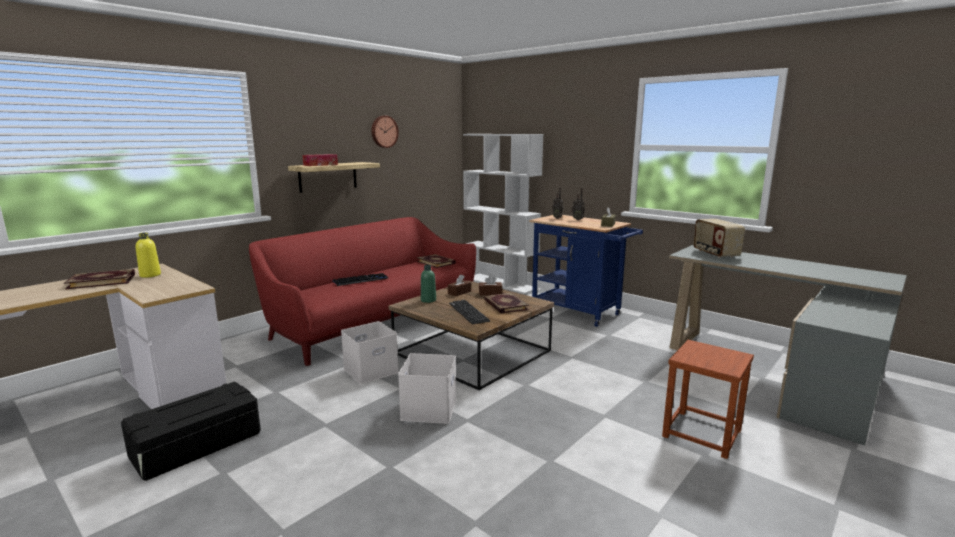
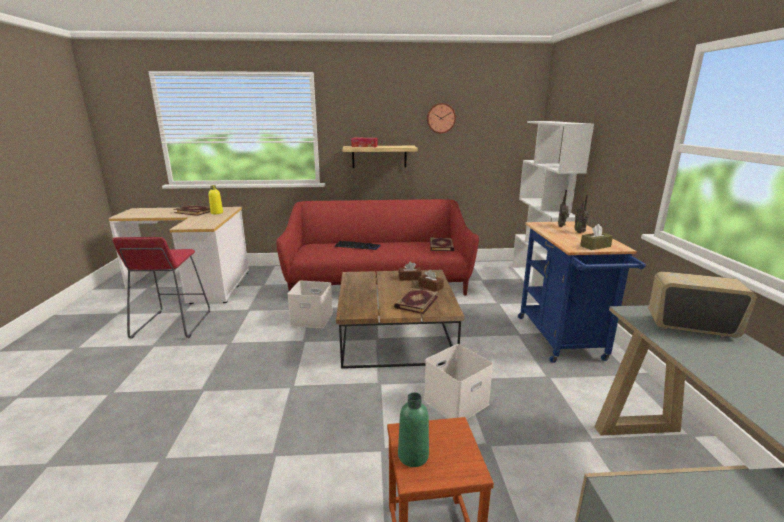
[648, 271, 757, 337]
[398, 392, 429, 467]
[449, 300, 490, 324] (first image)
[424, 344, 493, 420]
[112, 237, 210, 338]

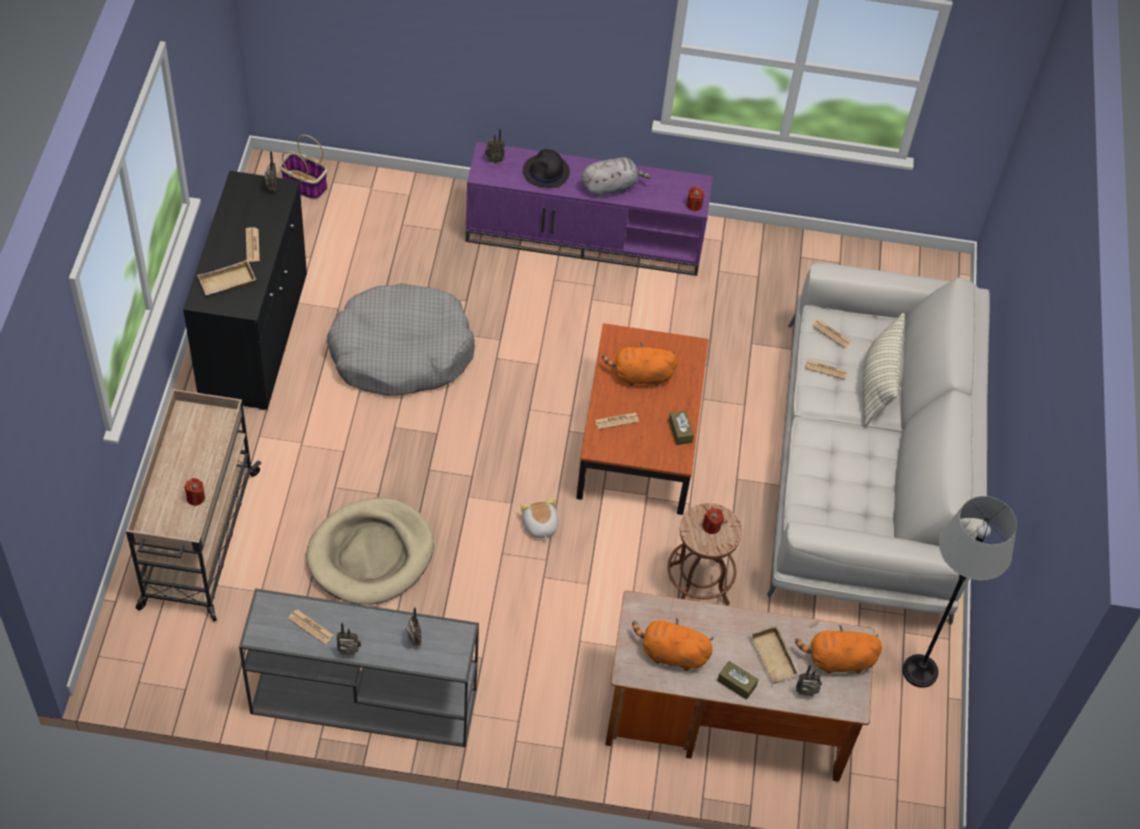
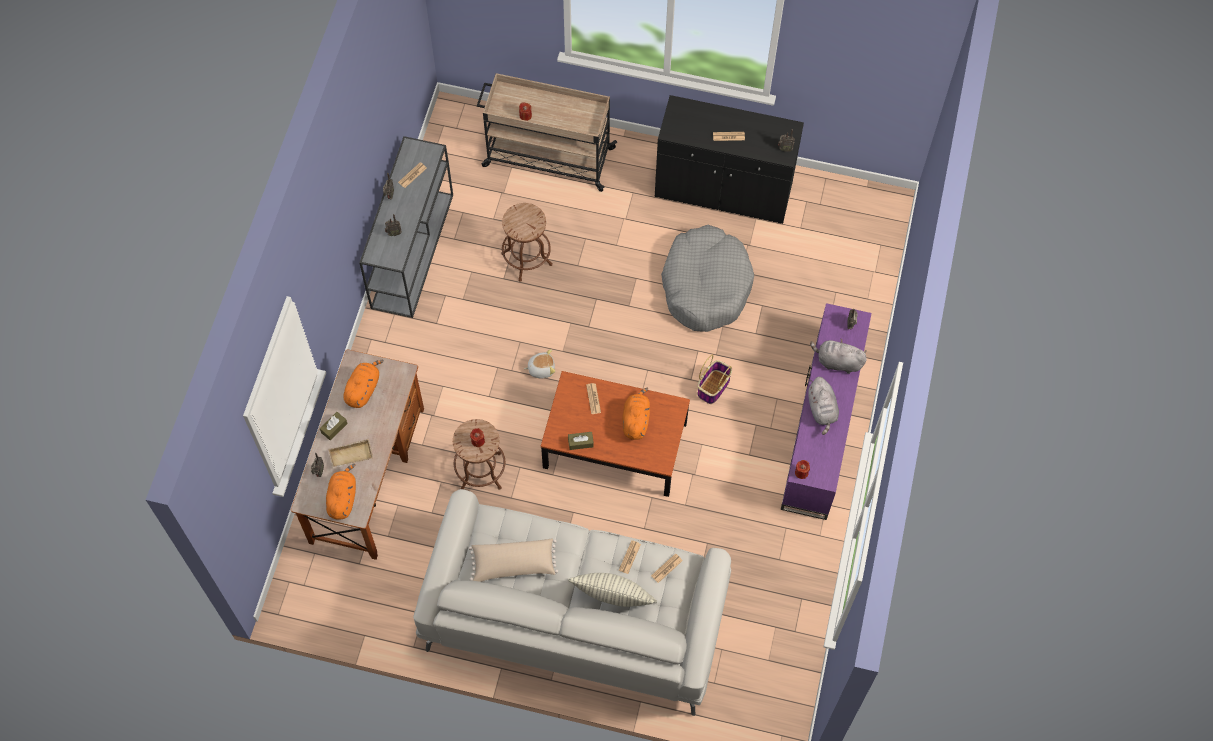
[697, 354, 732, 404]
[810, 338, 867, 374]
[197, 260, 256, 295] (first image)
[902, 496, 1017, 688] (first image)
[501, 203, 553, 282]
[469, 539, 558, 582]

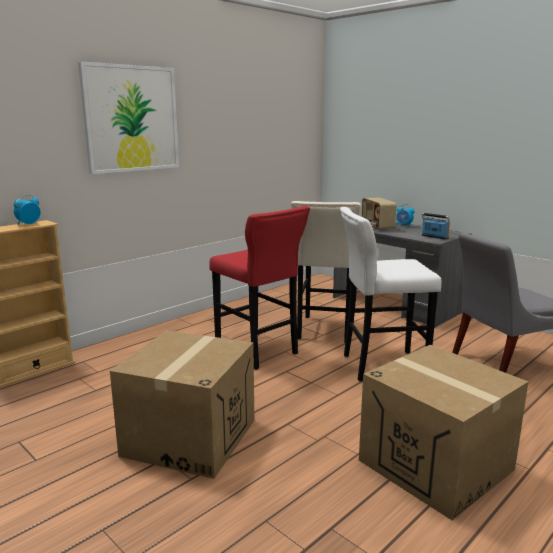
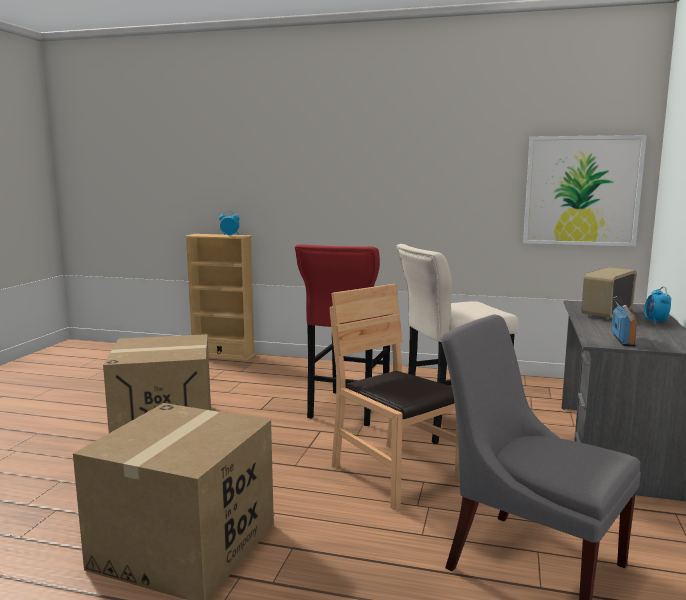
[523, 135, 647, 246]
[330, 284, 460, 511]

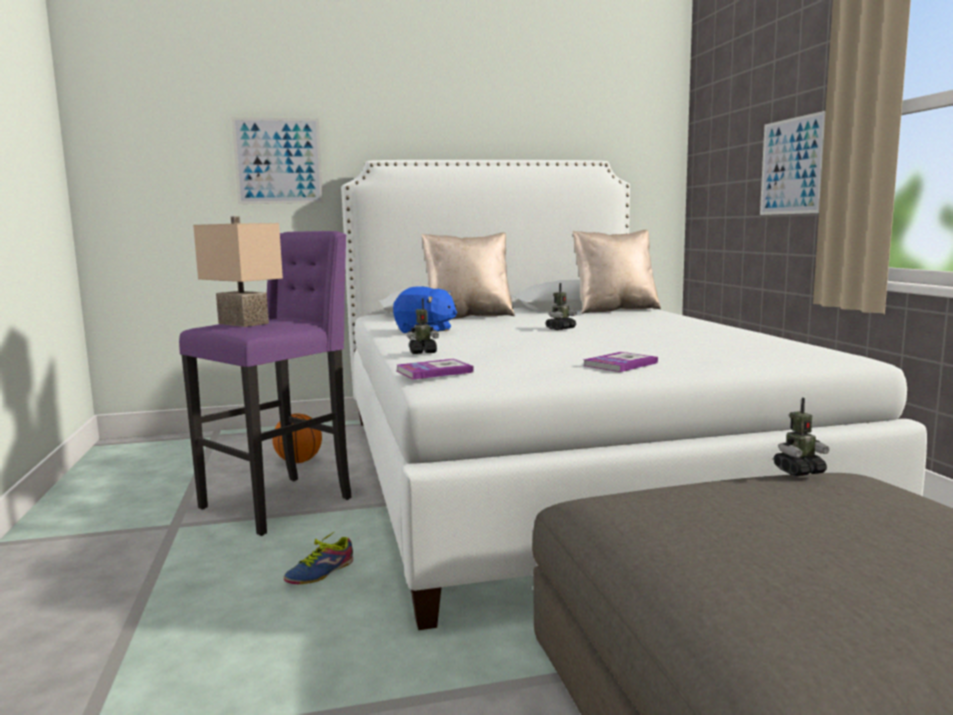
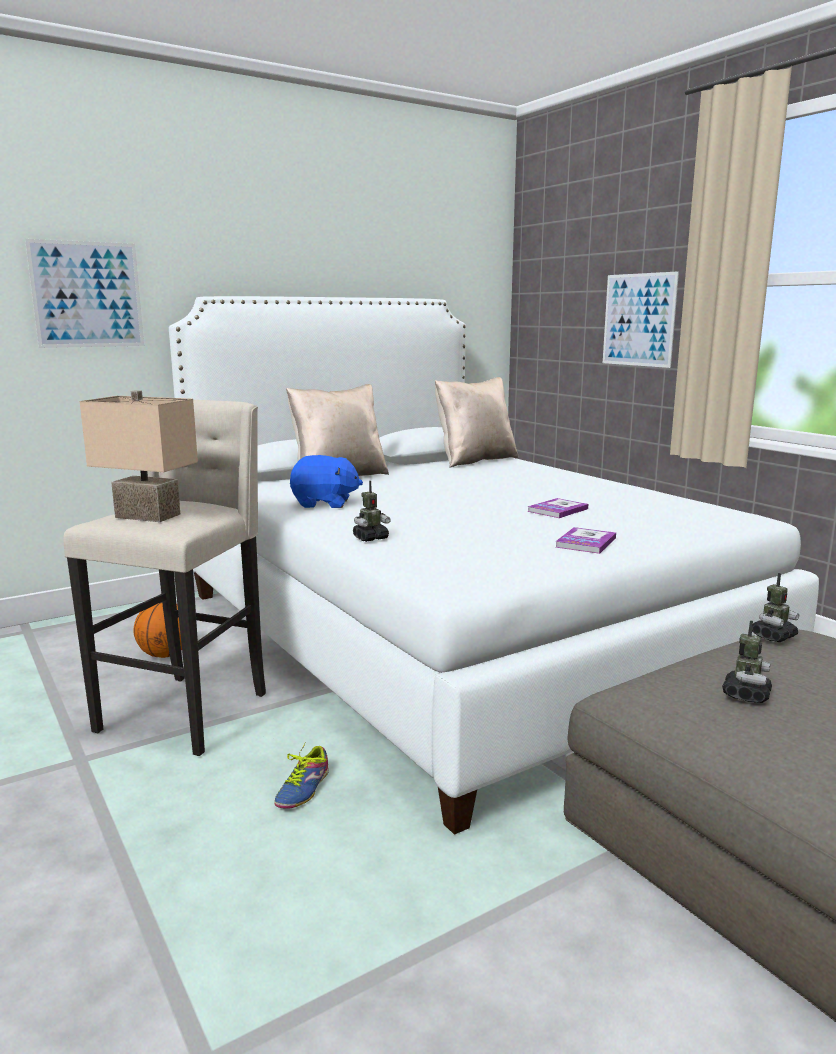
[63, 400, 266, 756]
[722, 620, 772, 703]
[527, 498, 588, 518]

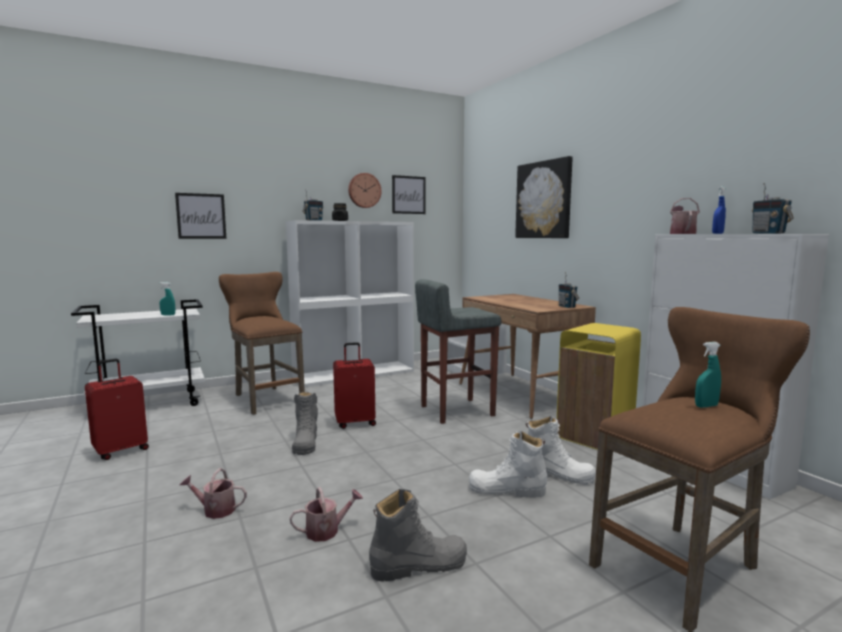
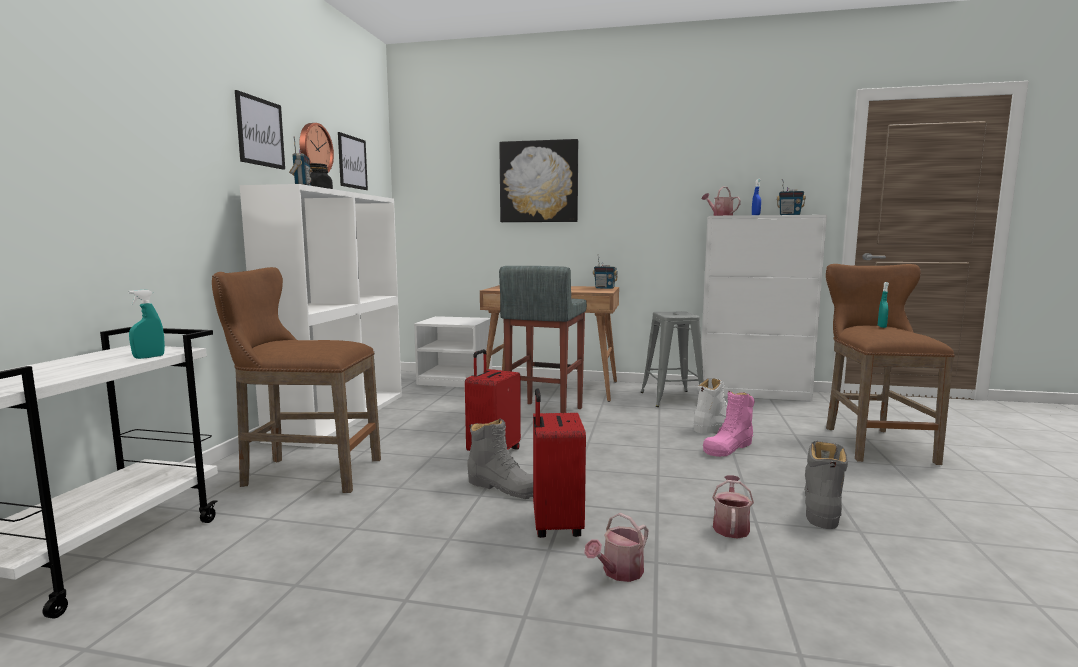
[235, 90, 285, 170]
[641, 311, 704, 407]
[533, 388, 586, 538]
[703, 390, 755, 457]

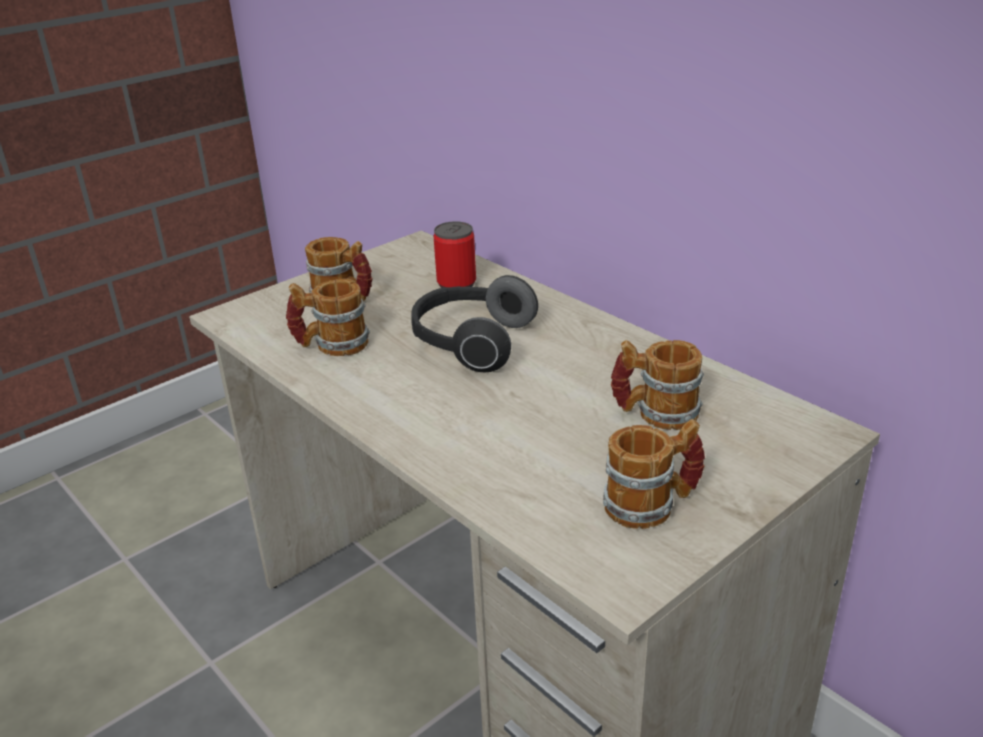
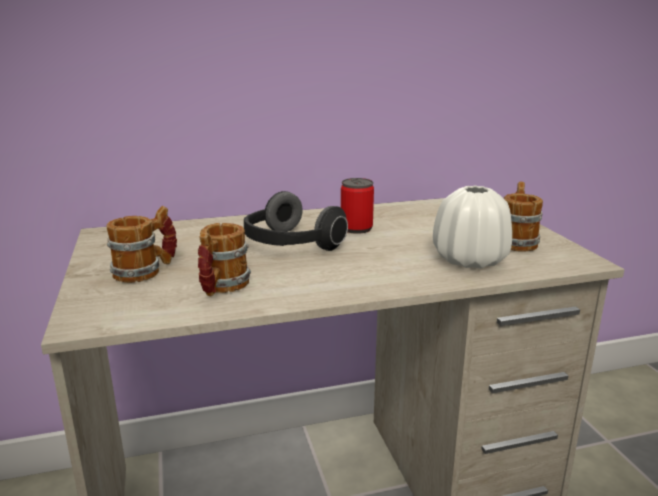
[341, 178, 374, 234]
[611, 340, 704, 430] (first image)
[433, 186, 512, 269]

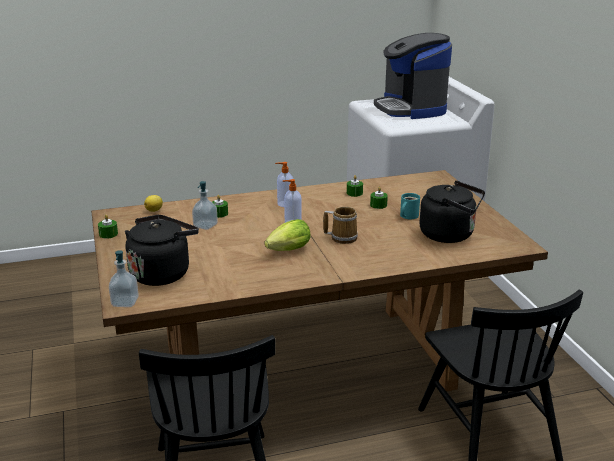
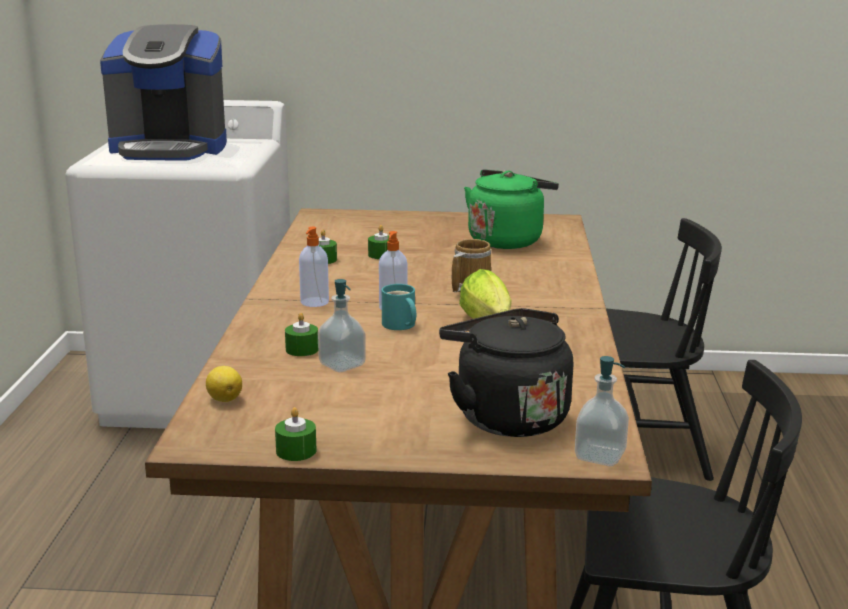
[464, 169, 559, 249]
[382, 284, 416, 330]

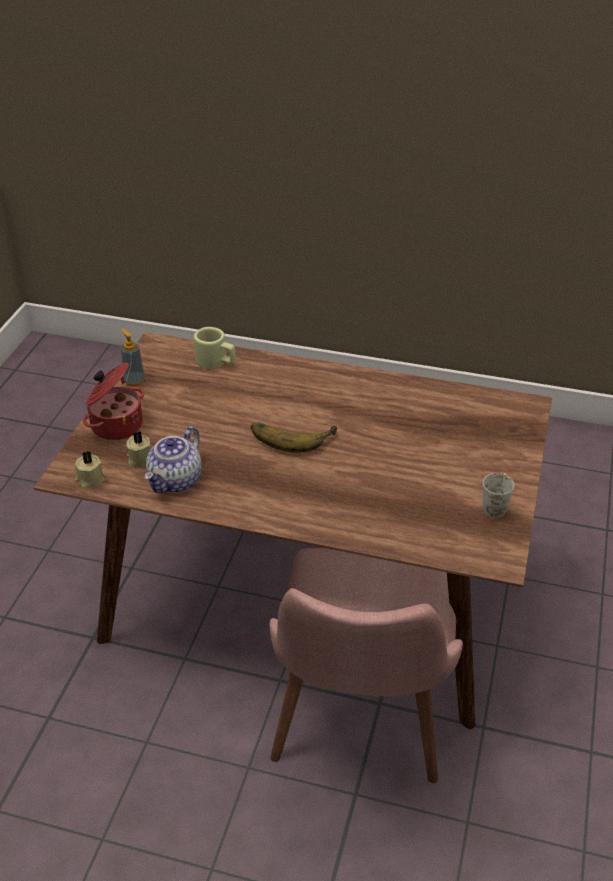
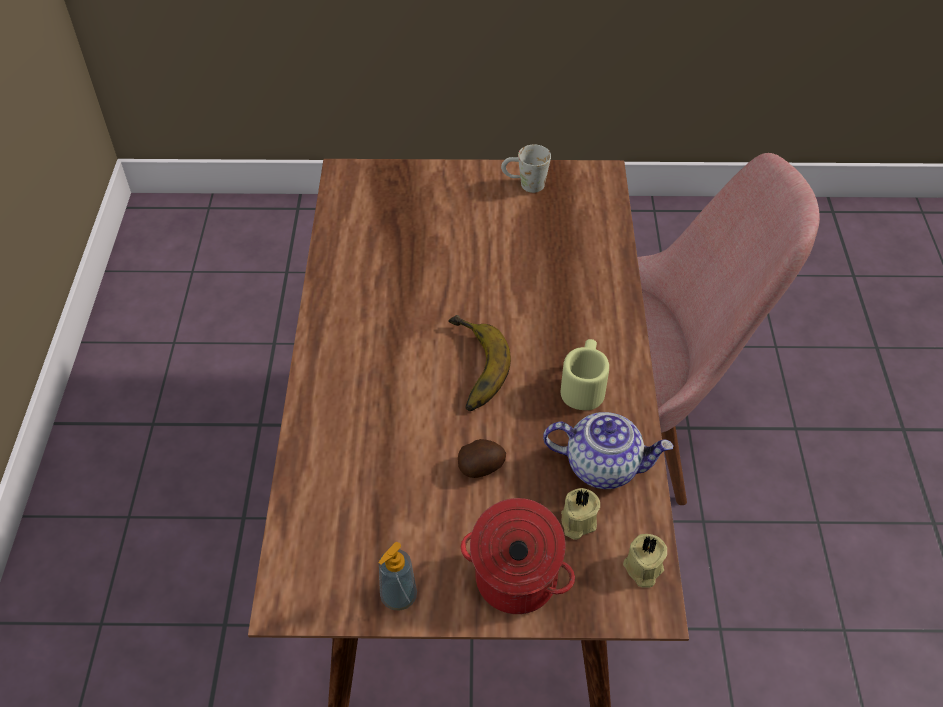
[560, 339, 609, 410]
[458, 439, 506, 478]

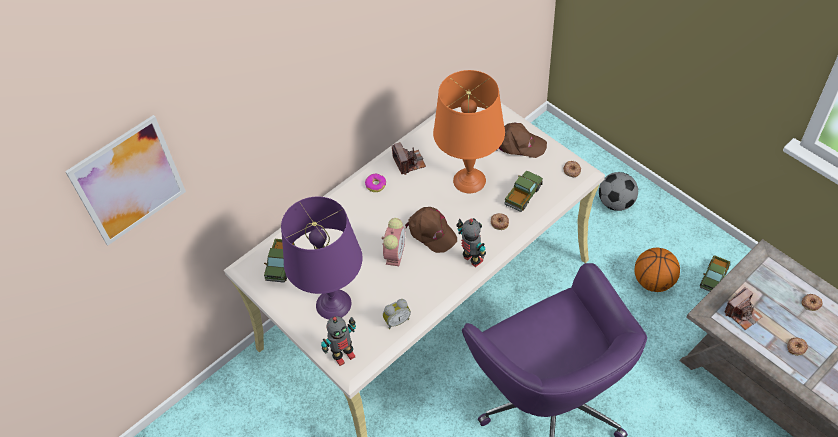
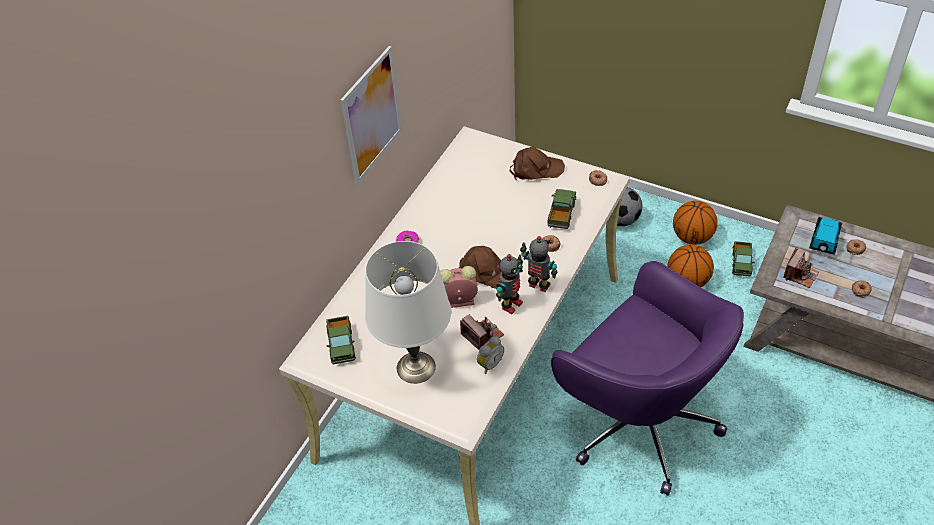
[433, 70, 505, 193] (first image)
[340, 46, 402, 184]
[460, 315, 504, 350]
[365, 241, 451, 384]
[440, 266, 478, 308]
[496, 254, 523, 314]
[673, 201, 718, 245]
[809, 217, 842, 255]

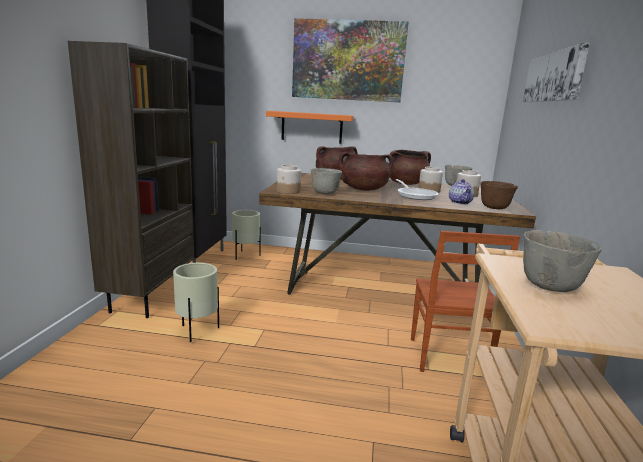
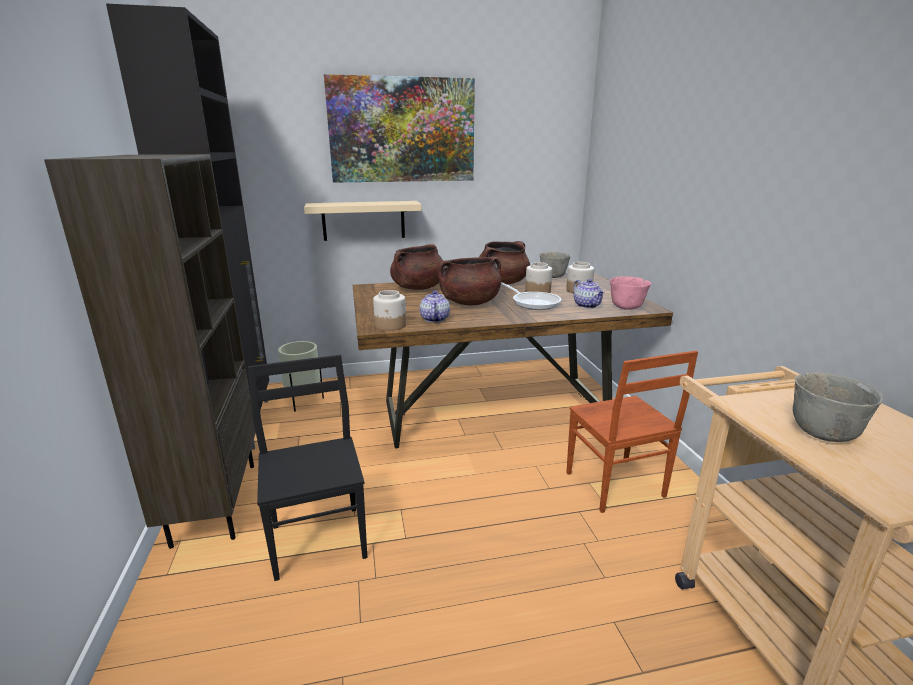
[523, 43, 590, 102] (first image)
[304, 201, 422, 241]
[420, 291, 450, 323]
[610, 276, 651, 310]
[248, 355, 367, 581]

